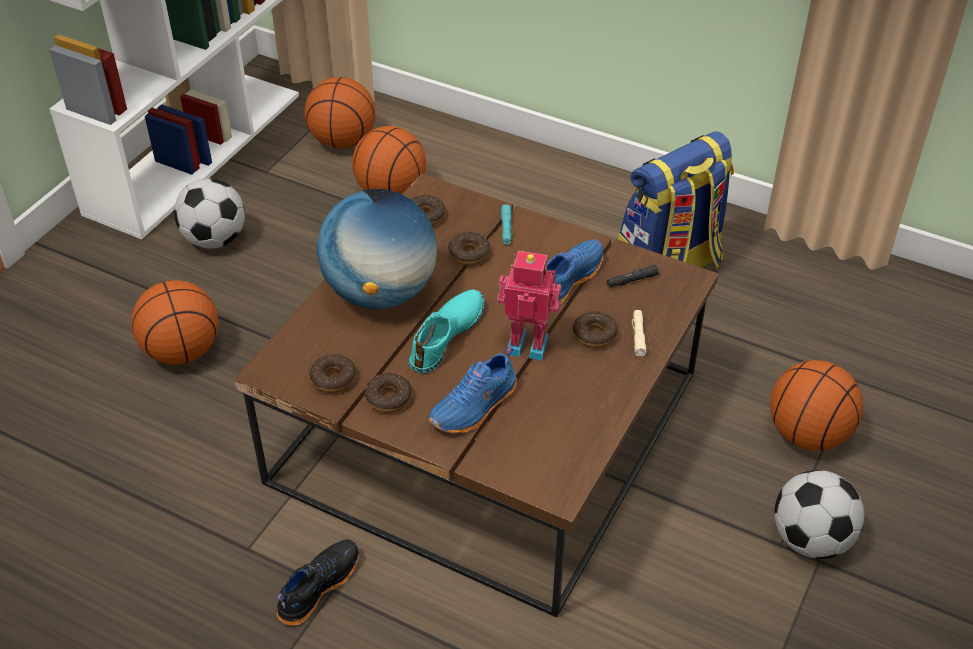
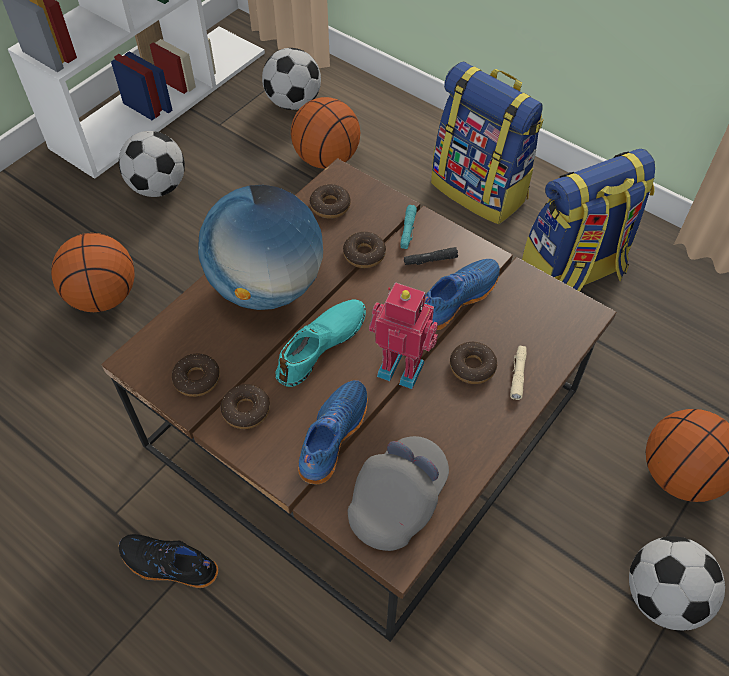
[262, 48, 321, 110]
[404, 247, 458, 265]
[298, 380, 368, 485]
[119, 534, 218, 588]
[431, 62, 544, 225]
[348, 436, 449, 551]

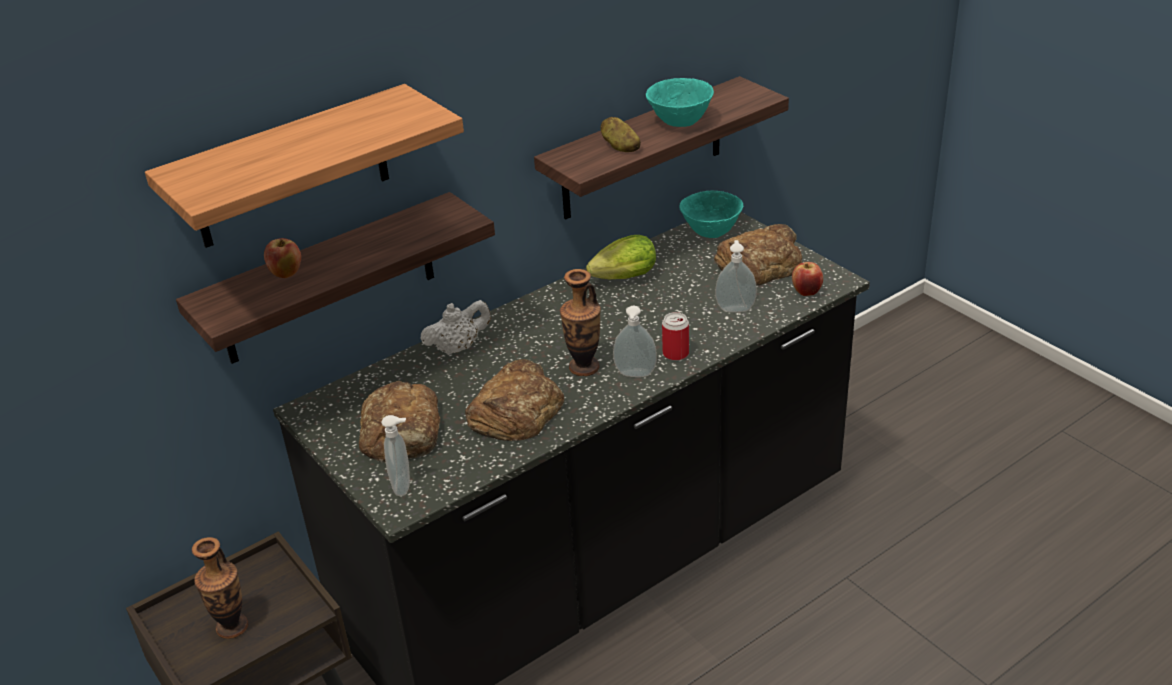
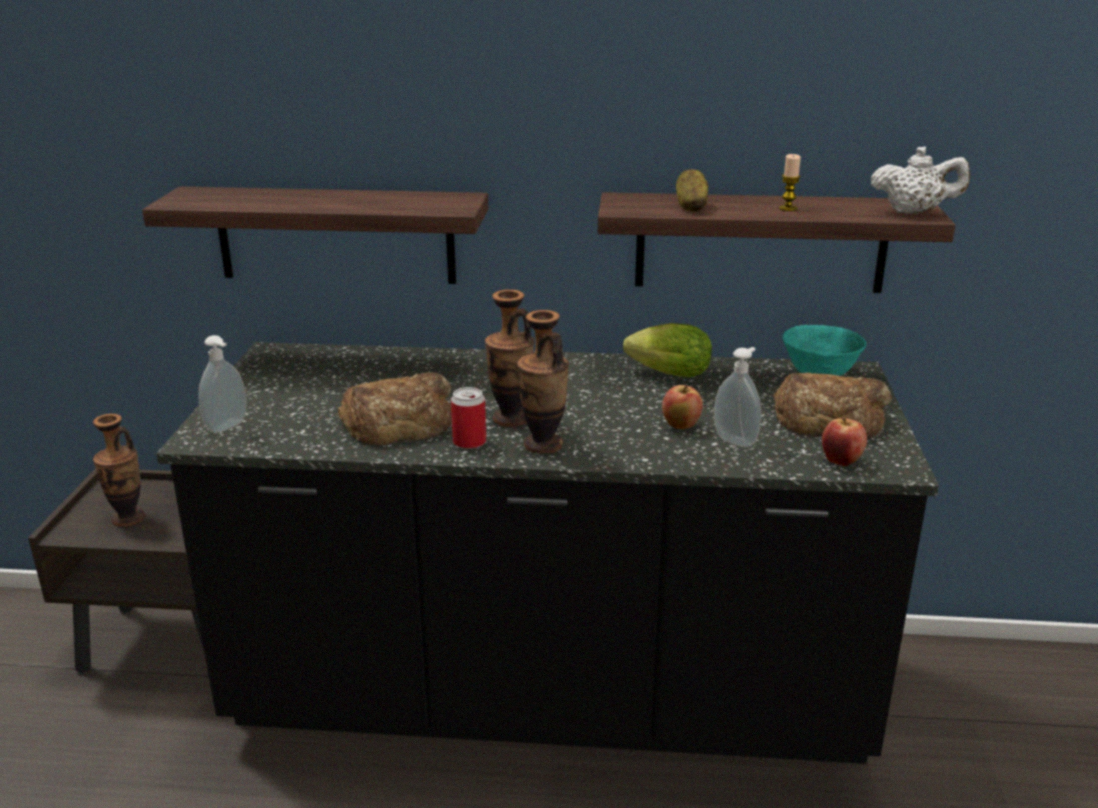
[779, 154, 801, 211]
[145, 84, 464, 248] (first image)
[662, 385, 703, 429]
[871, 147, 970, 214]
[517, 310, 569, 454]
[451, 387, 486, 449]
[359, 381, 440, 463] (first image)

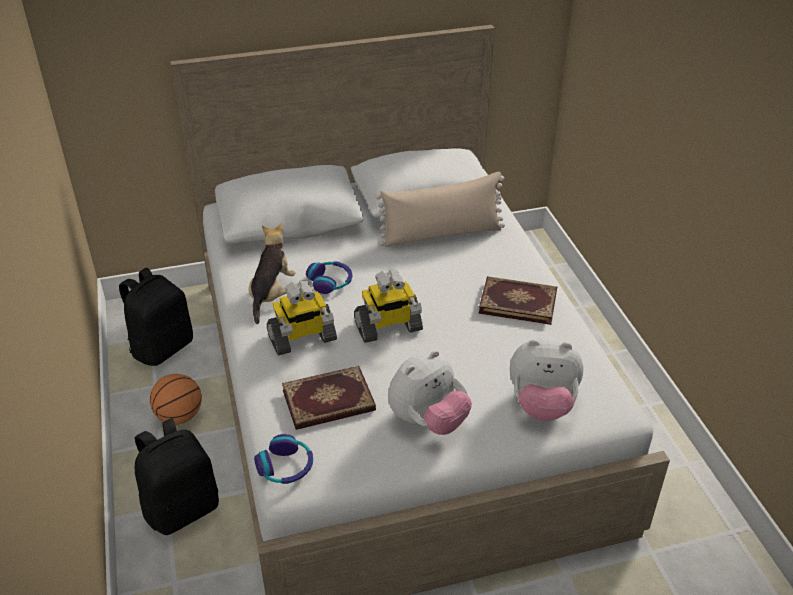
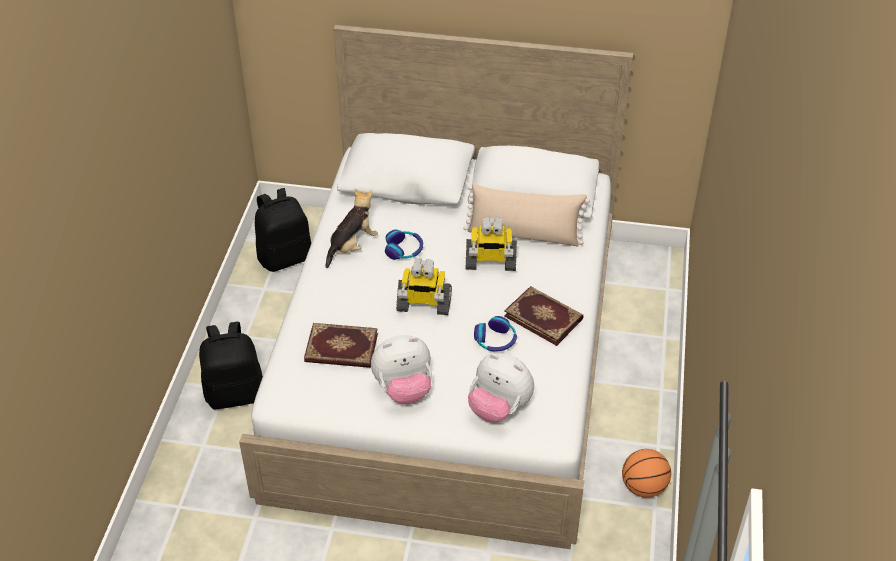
[466, 216, 517, 271]
[622, 449, 671, 498]
[474, 316, 517, 351]

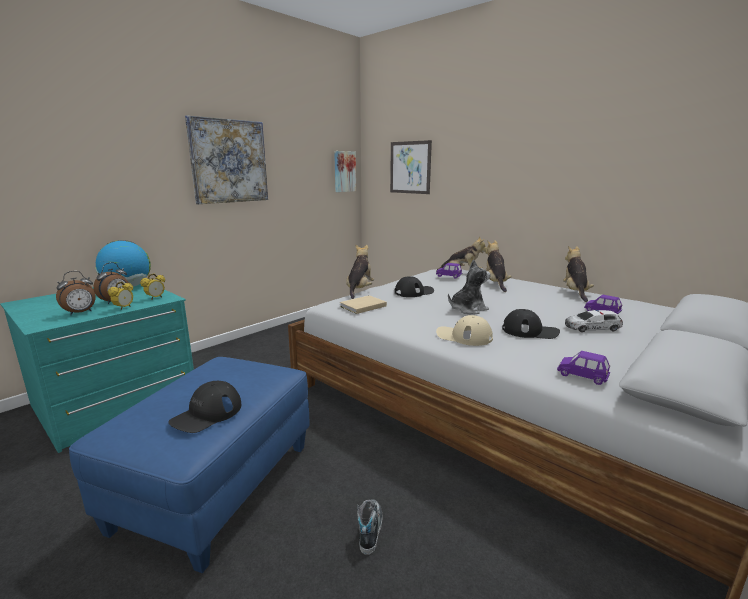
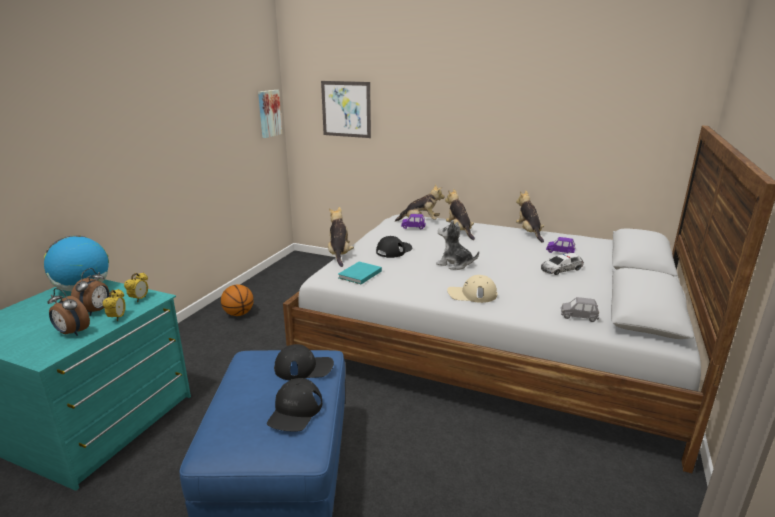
[185, 115, 268, 204] (first image)
[436, 220, 479, 270]
[47, 288, 90, 336]
[338, 262, 382, 284]
[274, 344, 334, 381]
[561, 297, 599, 322]
[357, 499, 382, 555] (first image)
[221, 284, 254, 316]

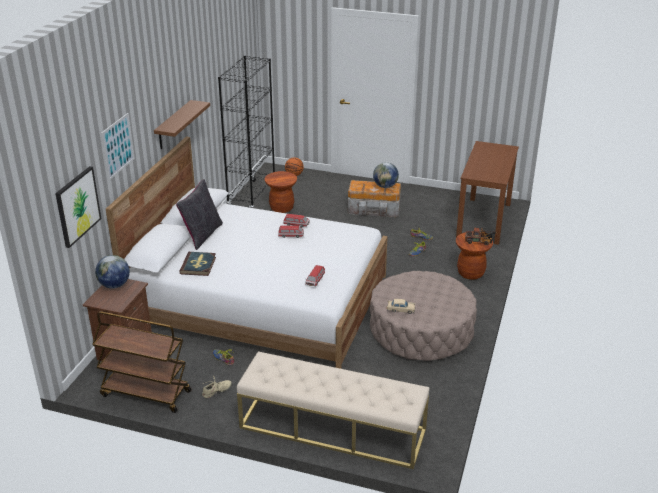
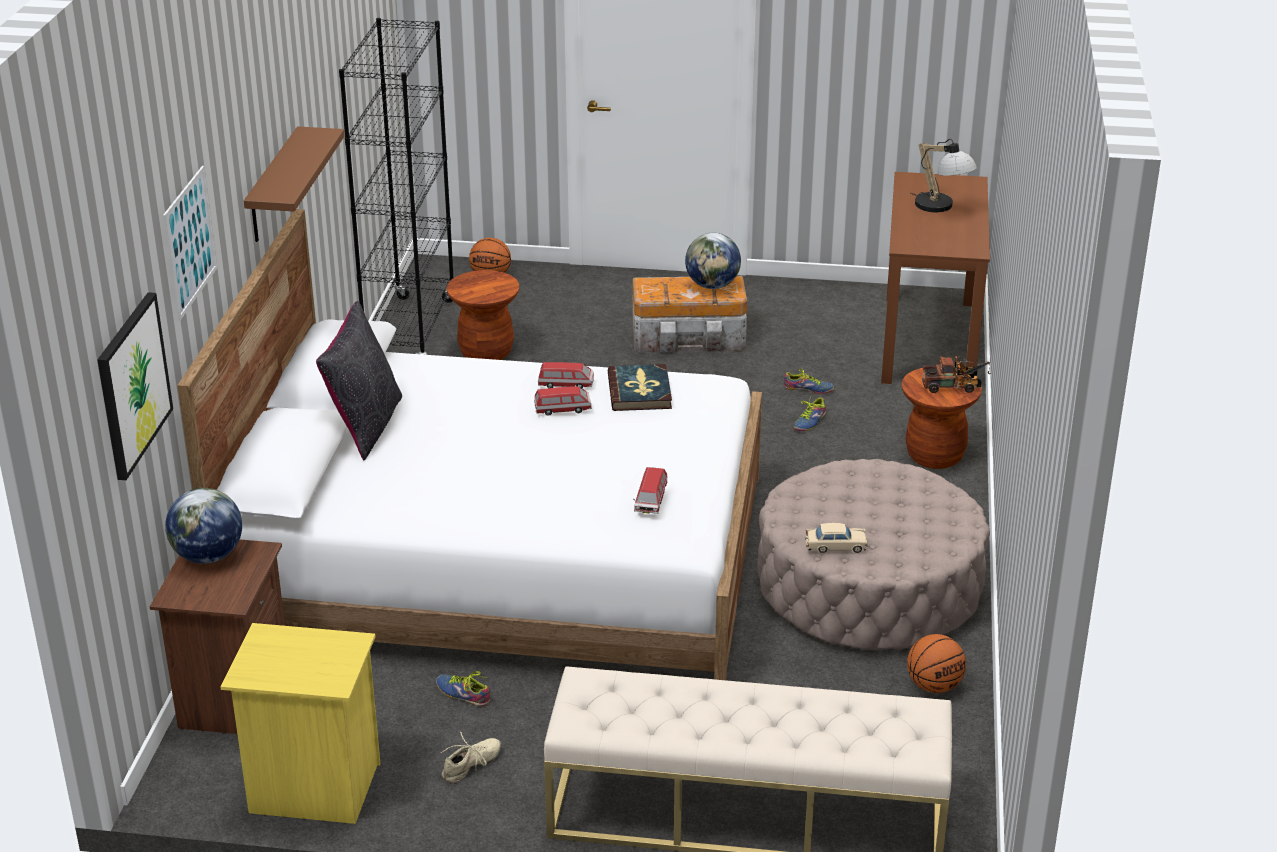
[608, 364, 672, 411]
[220, 623, 380, 824]
[910, 139, 977, 212]
[907, 634, 966, 693]

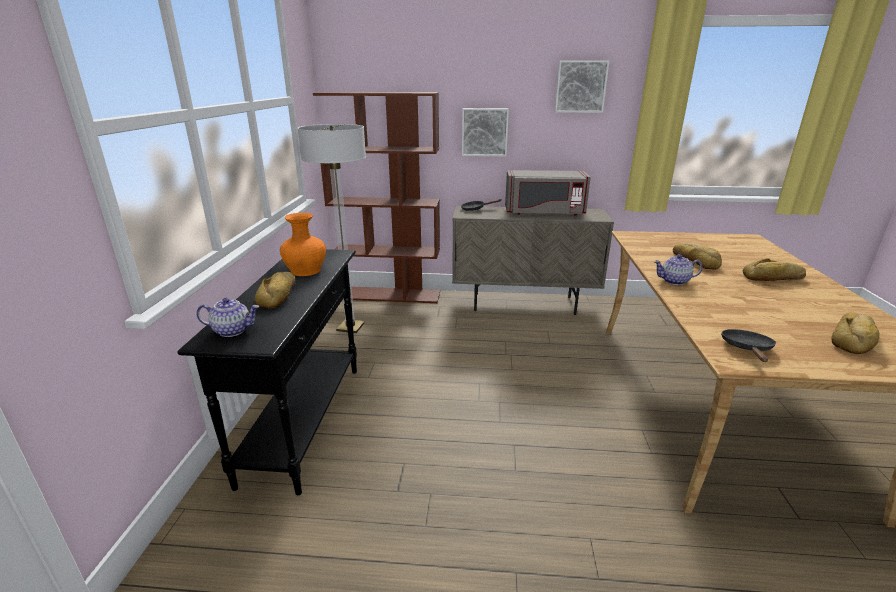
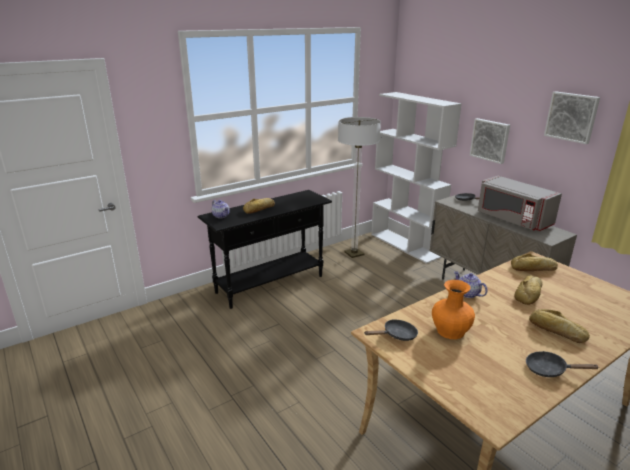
[371, 92, 462, 264]
[432, 280, 475, 339]
[511, 254, 558, 271]
[526, 351, 599, 377]

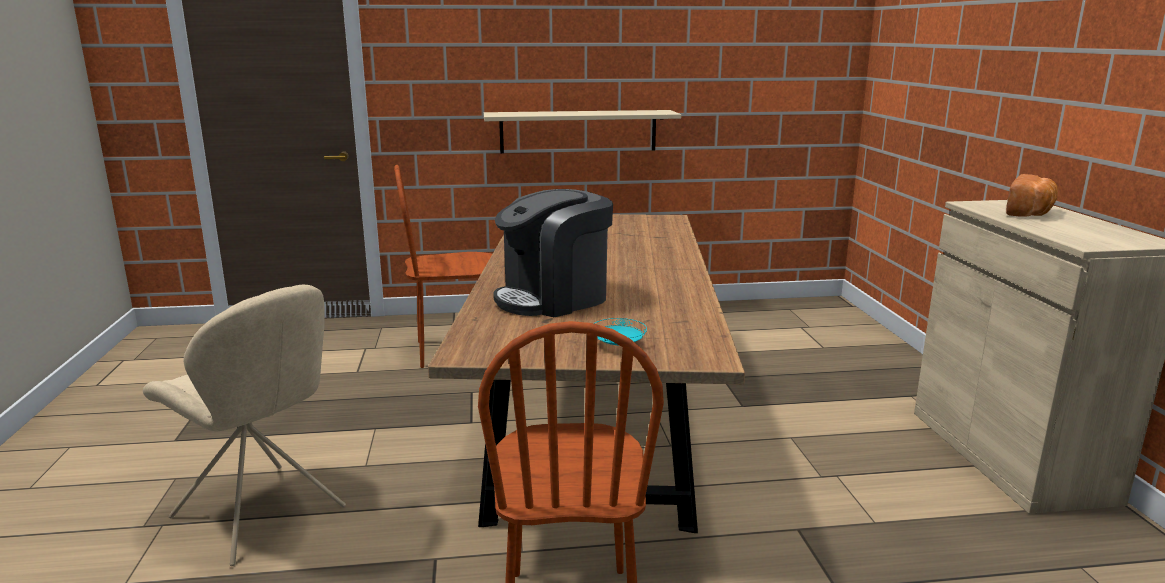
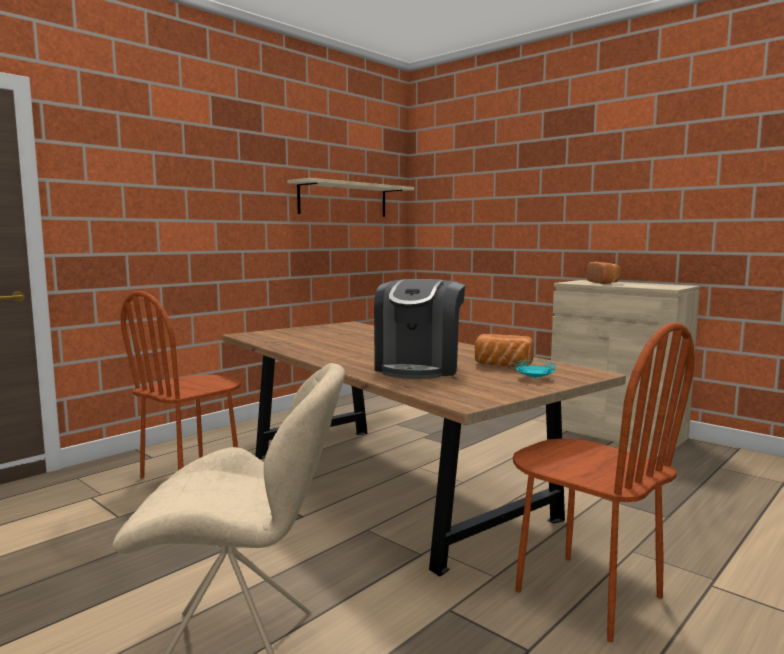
[287, 178, 414, 217]
[475, 334, 534, 367]

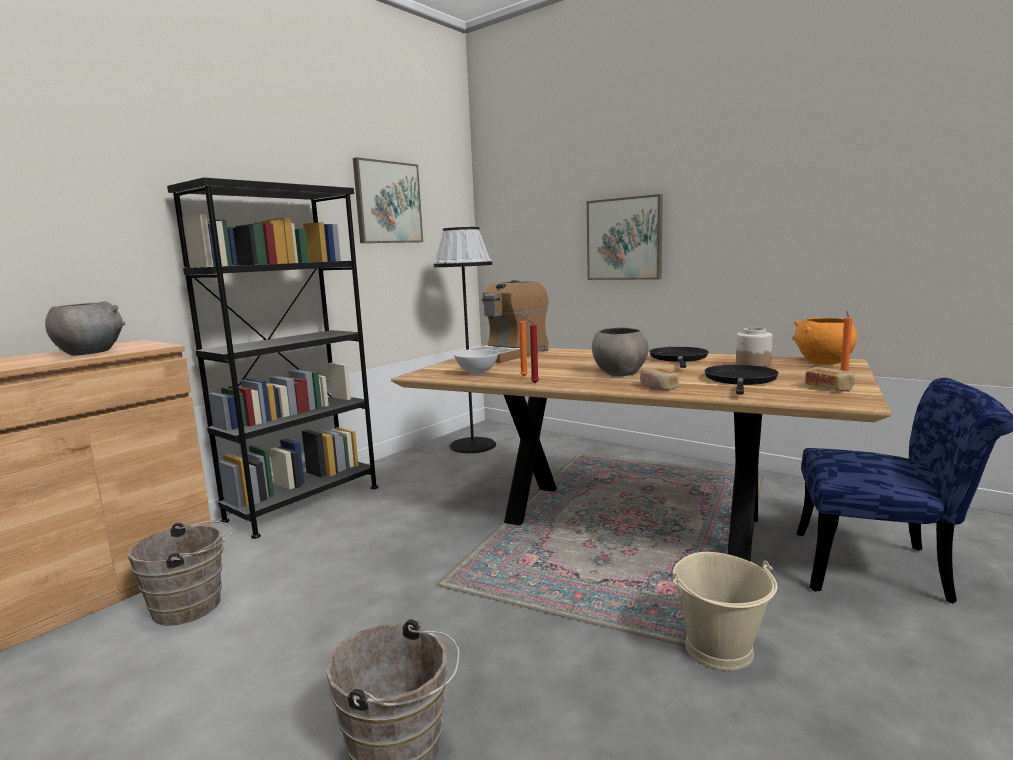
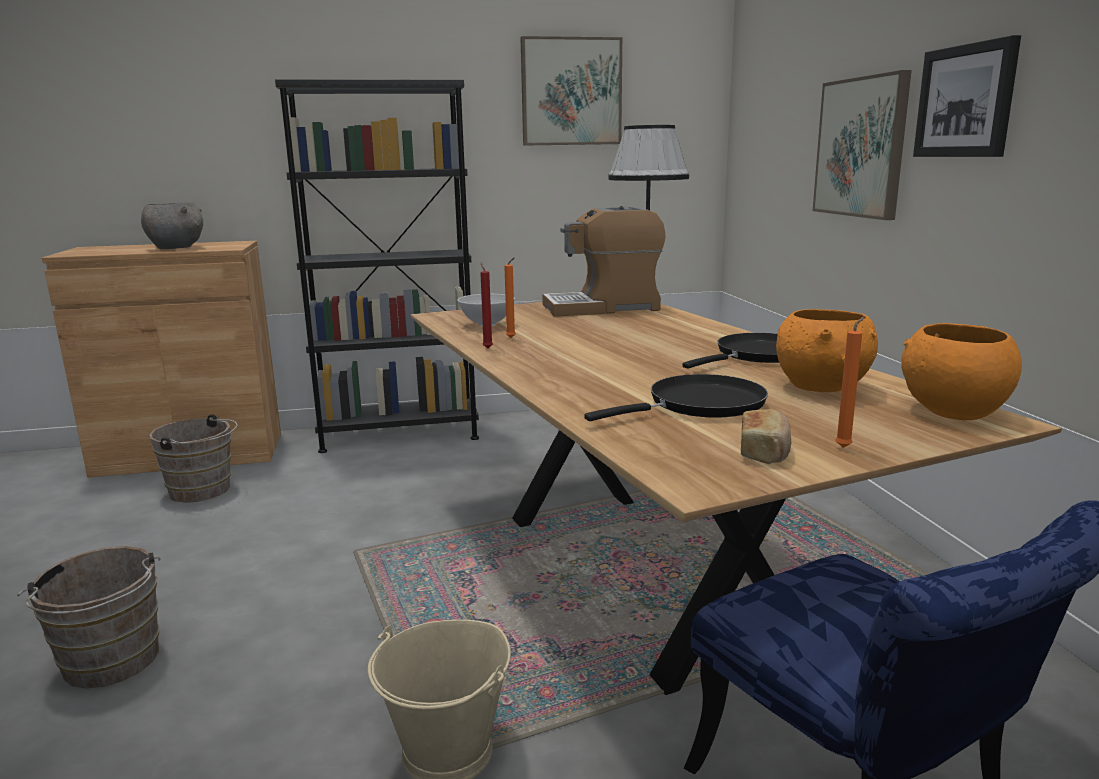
[592, 327, 649, 376] (first image)
[776, 309, 878, 392]
[640, 368, 679, 391] (first image)
[913, 35, 1021, 157]

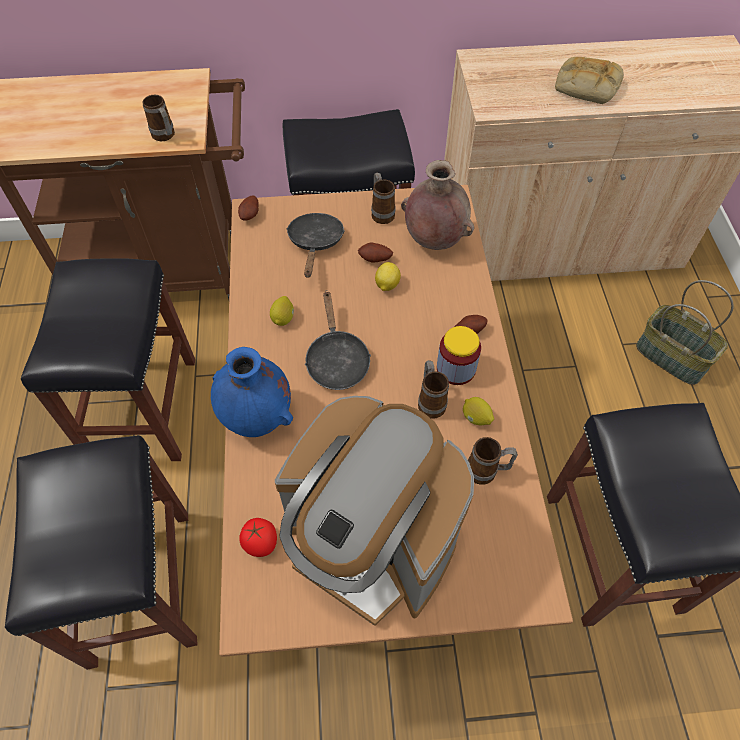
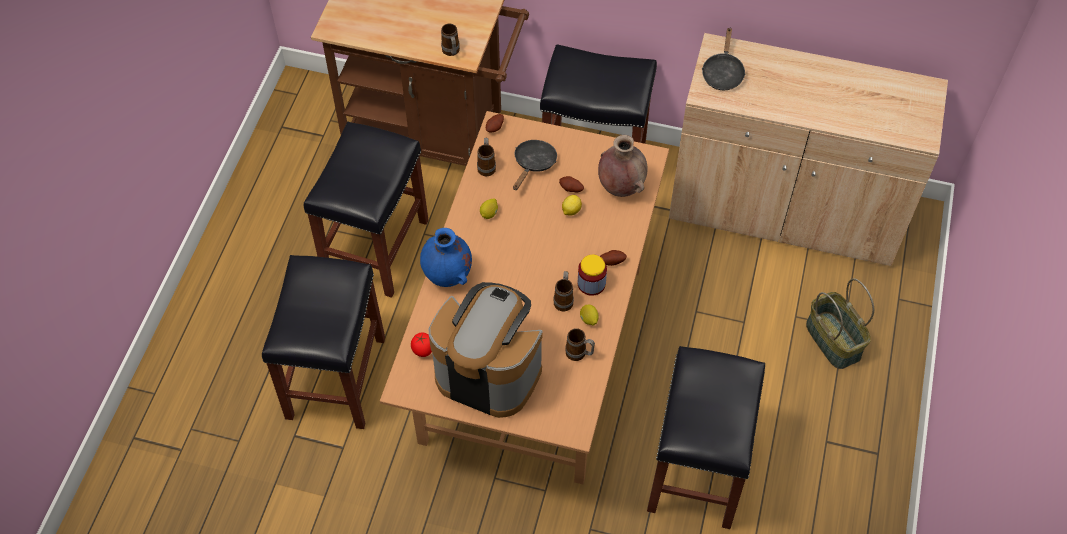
[555, 57, 624, 104] (first image)
[477, 137, 496, 176]
[702, 27, 746, 91]
[429, 282, 543, 418]

